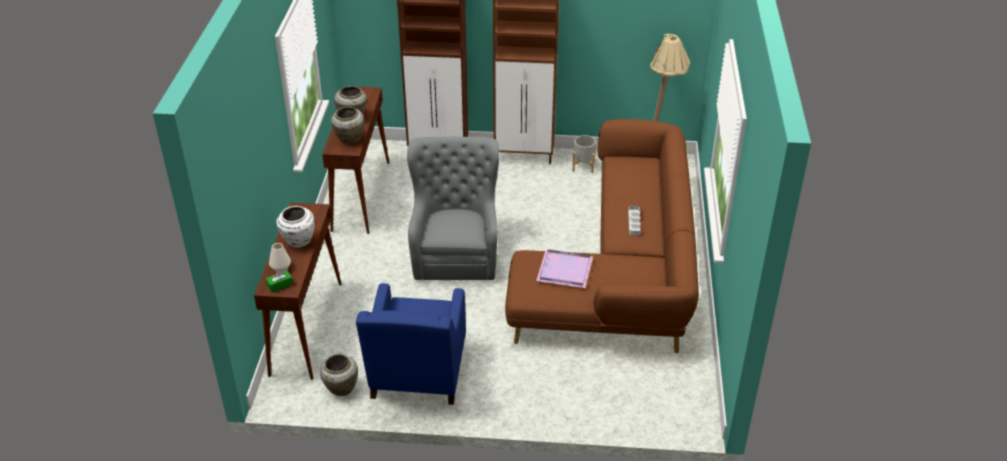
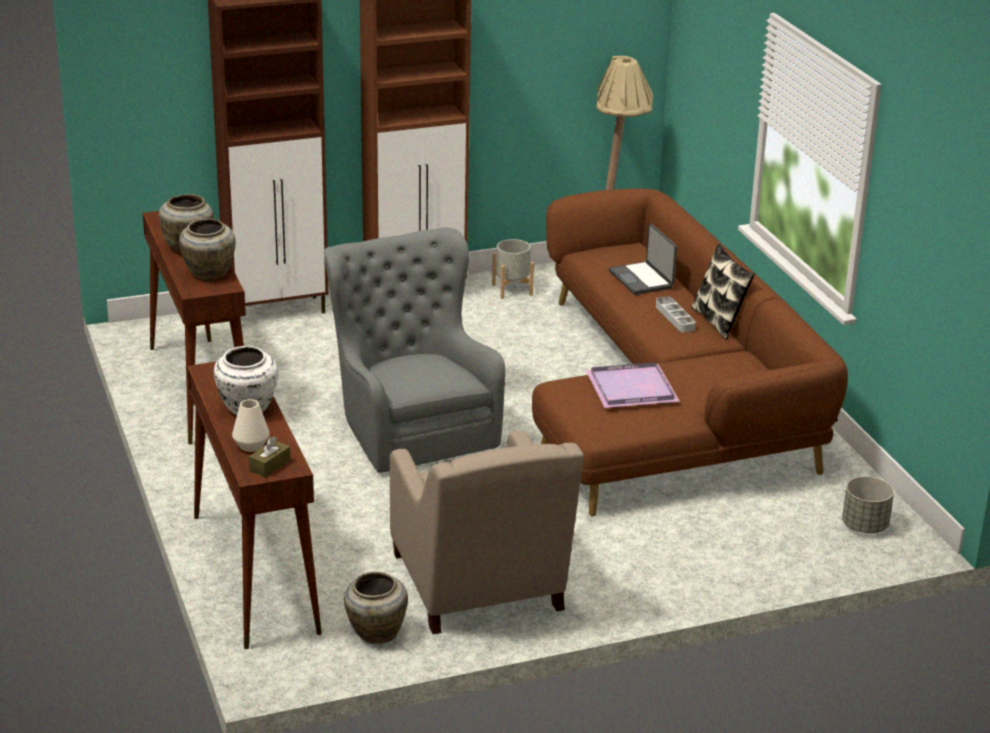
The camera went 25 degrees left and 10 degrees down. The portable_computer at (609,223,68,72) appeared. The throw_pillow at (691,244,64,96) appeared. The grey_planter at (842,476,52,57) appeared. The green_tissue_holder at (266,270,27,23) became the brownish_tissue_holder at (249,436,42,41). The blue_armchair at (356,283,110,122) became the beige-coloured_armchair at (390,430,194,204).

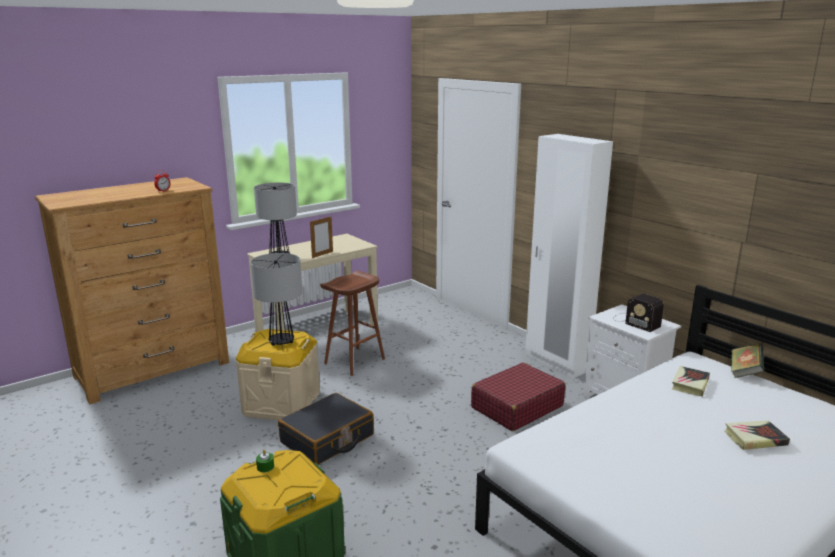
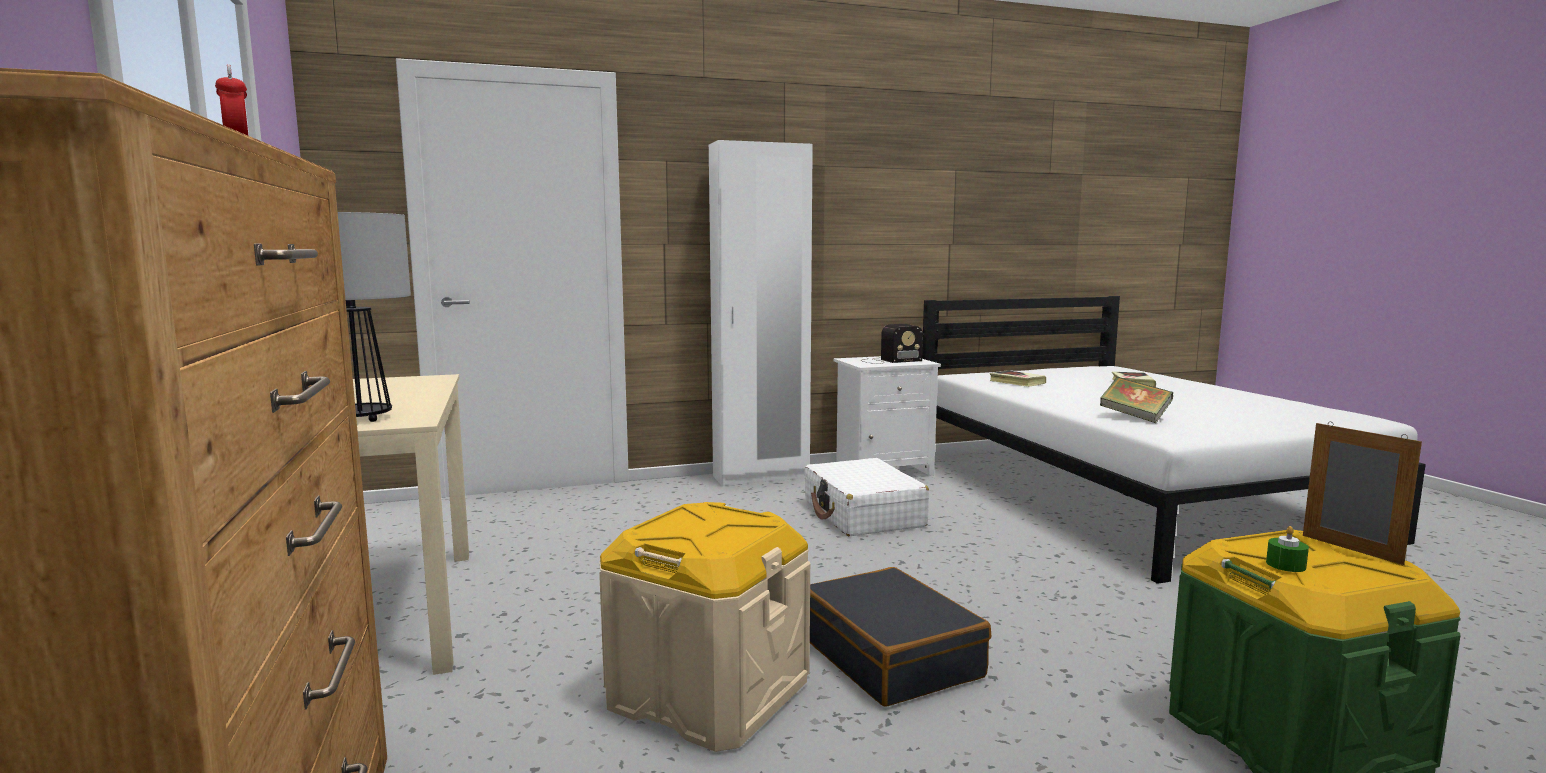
The camera went 70 degrees left and 10 degrees down. The table_lamp at (250,253,52,93) disappeared. The brownish_sitting_stool at (320,271,65,105) disappeared. The standing_frame moved from (310,216,23,42) to (1303,422,119,143). The book moved from (731,344,33,34) to (1100,377,73,46). The red_piece_of_luggage at (471,363,95,68) became the whitish_piece_of_luggage at (804,458,126,78).

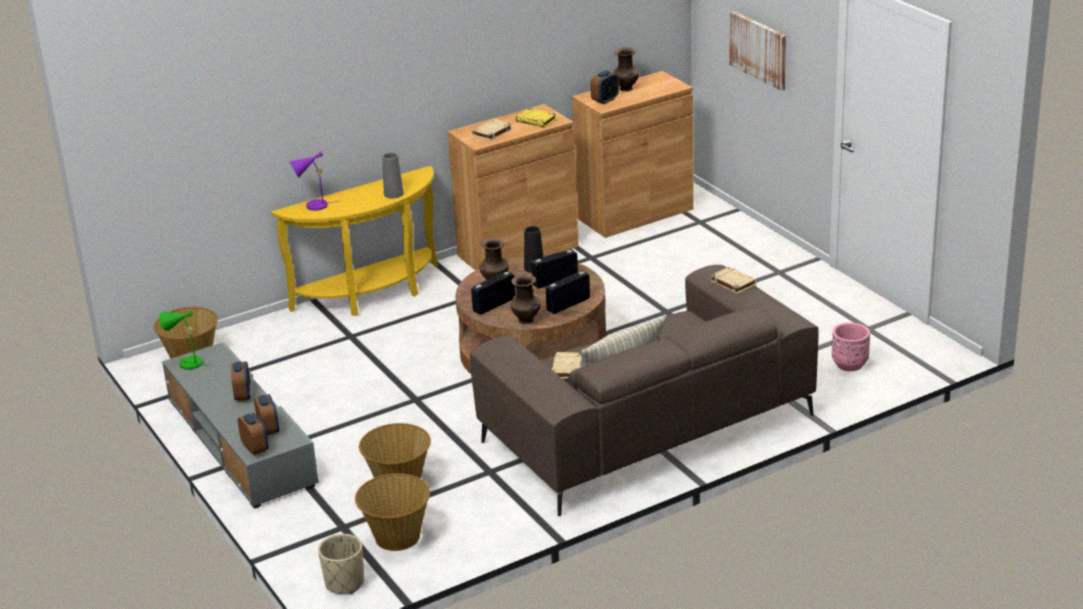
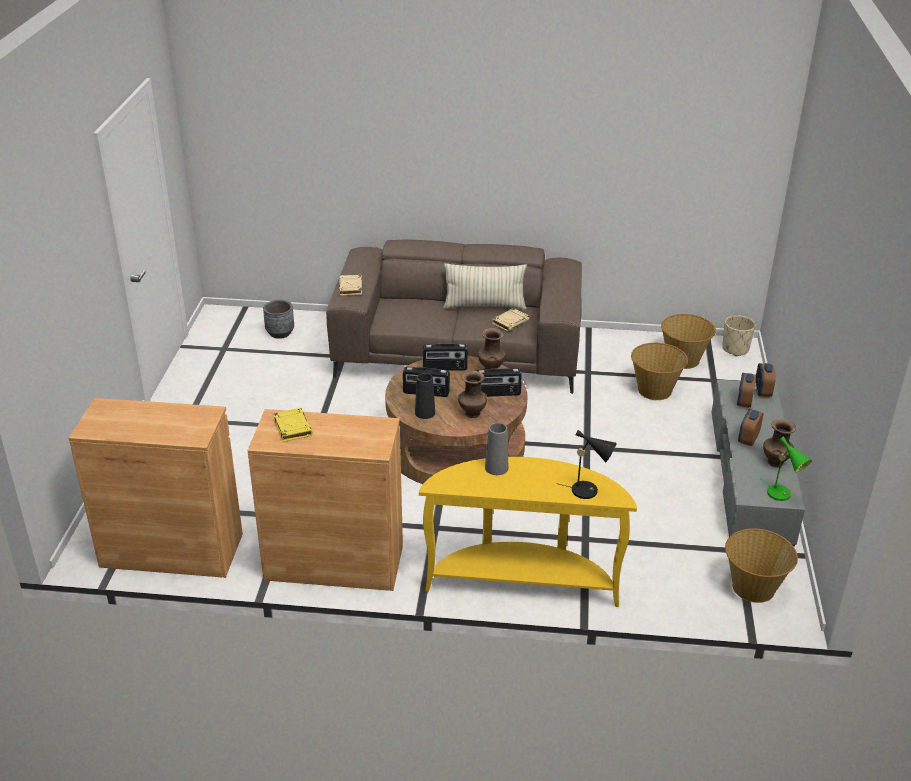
The camera went 145 degrees left and 5 degrees up. The beige-coloured_book at (472,119,40,22) disappeared. The table_clock at (590,70,29,34) disappeared. The wall_art at (730,11,56,80) disappeared. The brownish_flower_vase moved from (613,47,26,44) to (763,419,33,48). The purplish_table_lamp at (290,151,48,60) became the black_table_lamp at (559,430,58,69). The pink_planter at (832,322,38,49) became the grey_planter at (263,300,31,39).

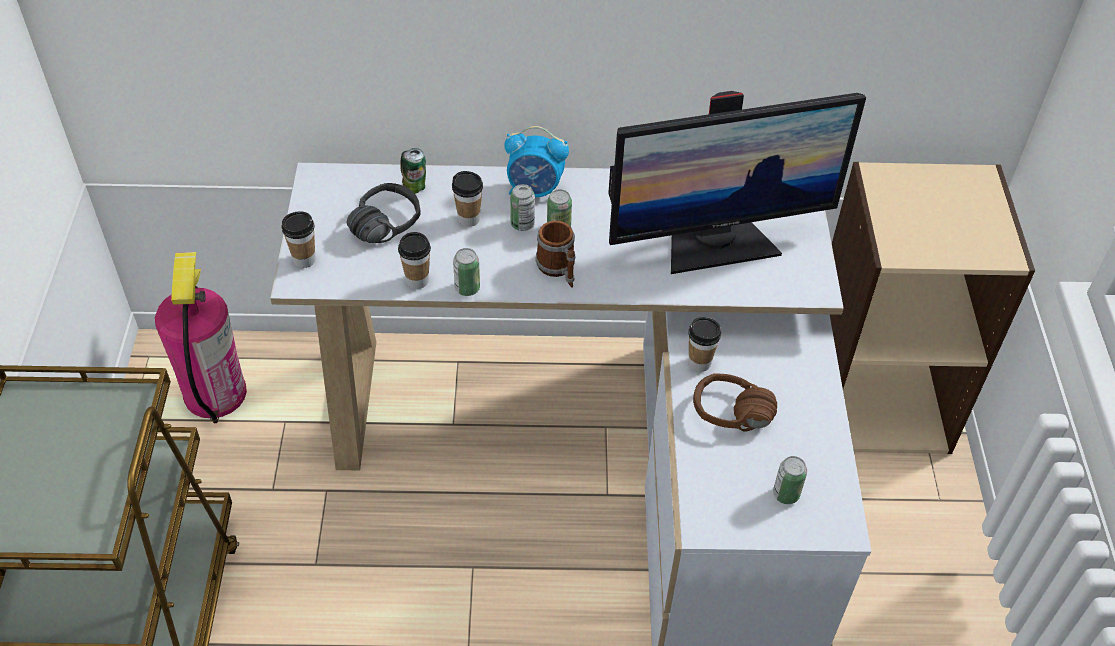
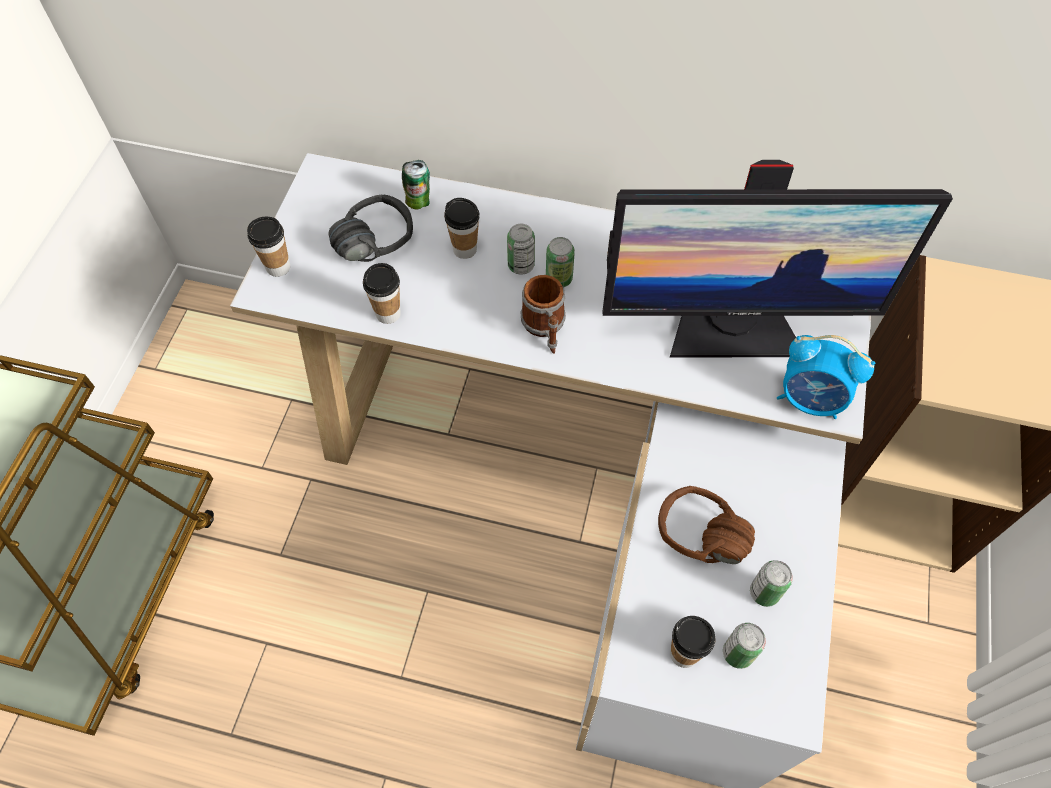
The camera went 15 degrees right and 10 degrees up. The fire_extinguisher at (155,252,92,171) disappeared. The sealed_can moved from (453,248,27,48) to (750,561,43,46). The table_clock moved from (504,126,65,72) to (777,335,98,84). The drinking_cup moved from (688,317,33,55) to (670,616,46,52).

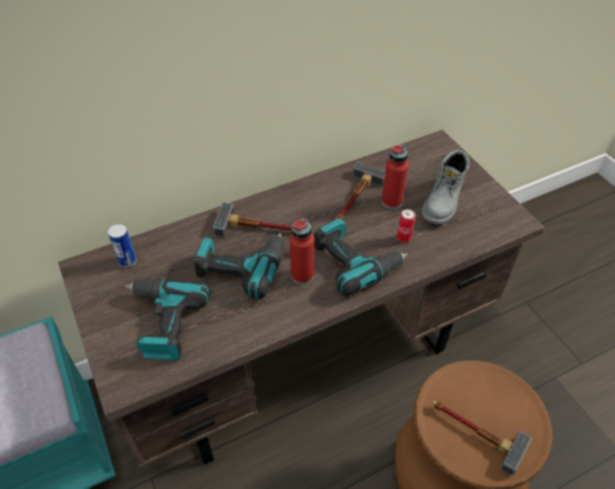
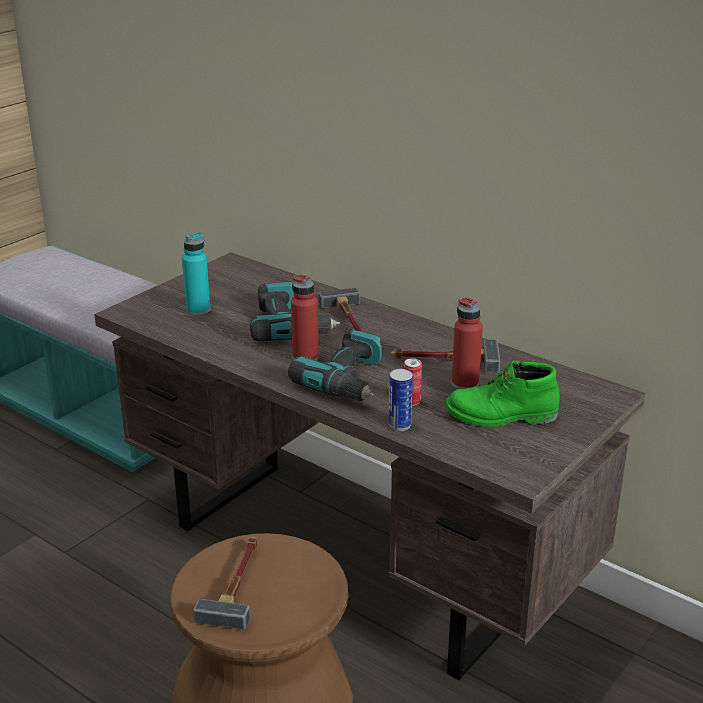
The camera went 65 degrees right and 20 degrees down. The sealed_can moved from (108,224,29,44) to (389,369,24,62). The drill at (125,278,86,83) was replaced by the turquoise-coloured_drink_bottle at (182,232,28,83). The grey_boot at (422,150,48,74) became the green_boot at (445,361,115,66).

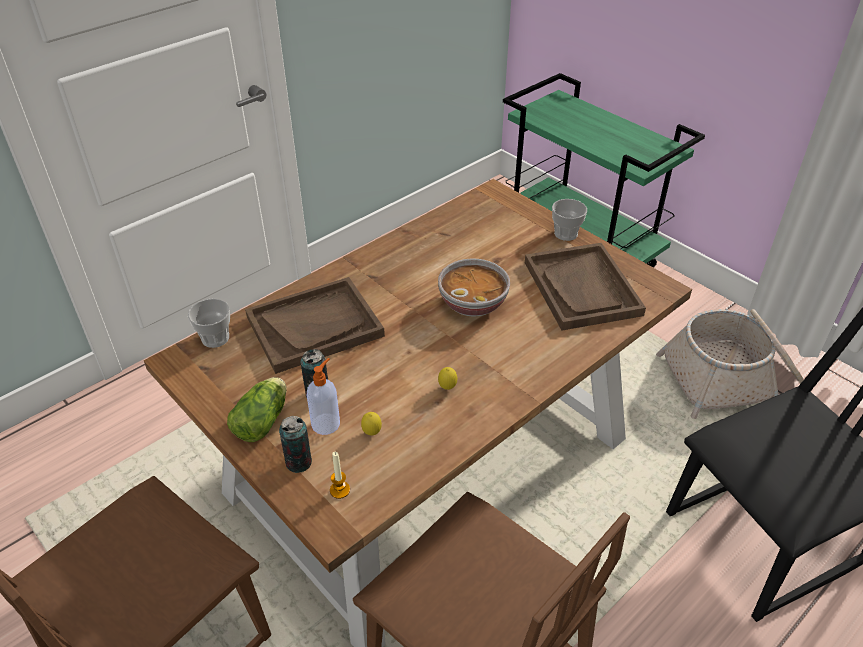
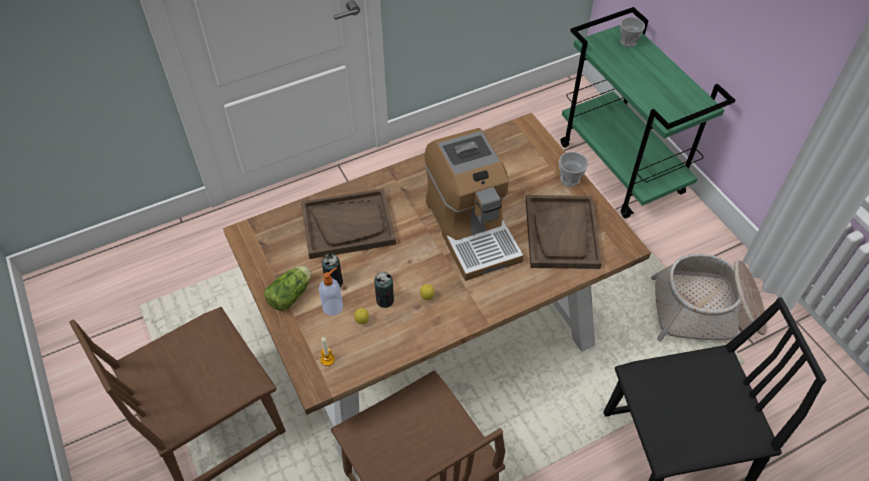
The camera went 15 degrees right and 10 degrees up. The drinking_cup moved from (188,298,42,50) to (620,17,25,30). The sealed_can moved from (279,416,33,57) to (374,272,20,36). The bowl at (438,259,72,58) was replaced by the coffee_machine at (425,128,99,153).

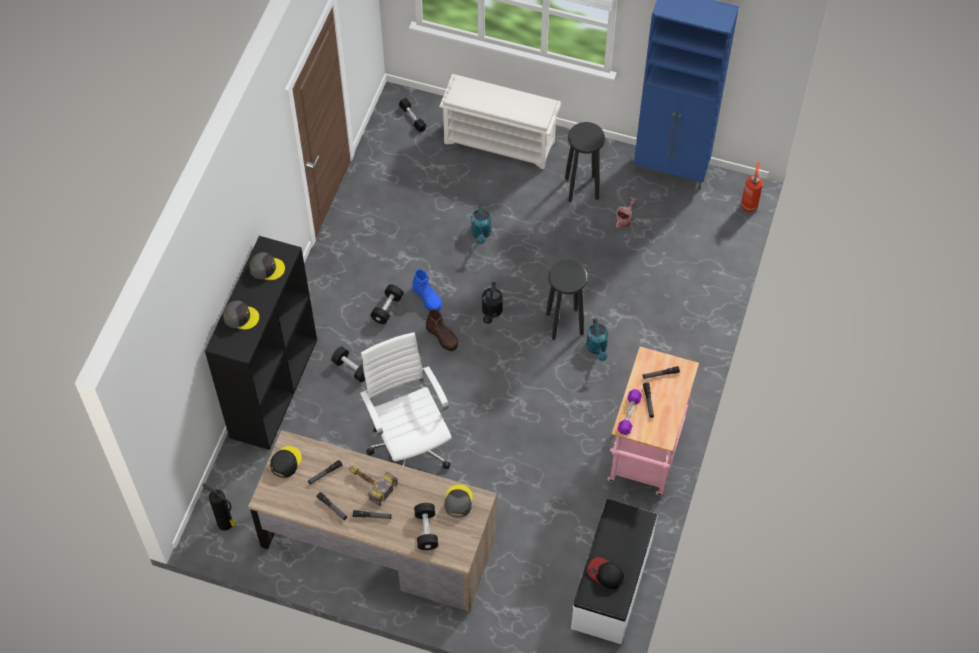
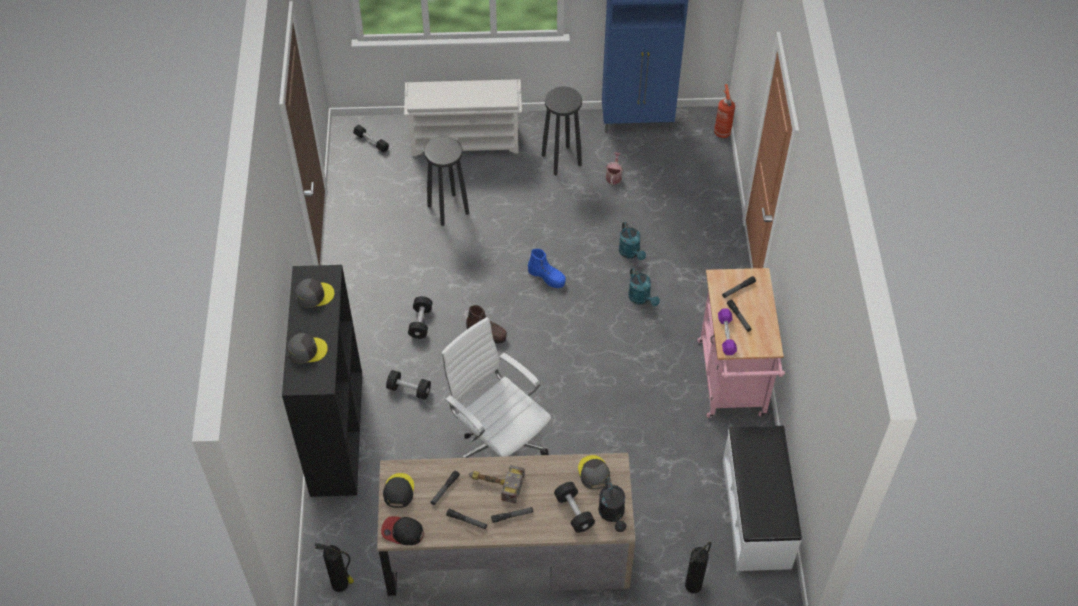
The camera went 20 degrees left and 5 degrees down. The fire_extinguisher at (685,542,26,51) appeared. The blue_boot moved from (413,269,29,42) to (528,249,38,39). The turquoise-coloured_watering_pot moved from (471,204,20,40) to (619,222,27,38). The black_watering_pot moved from (482,282,21,42) to (598,477,28,55). The black_sitting_stool moved from (546,260,41,80) to (424,136,45,90). The baseball_cap moved from (587,557,37,32) to (381,516,43,29).

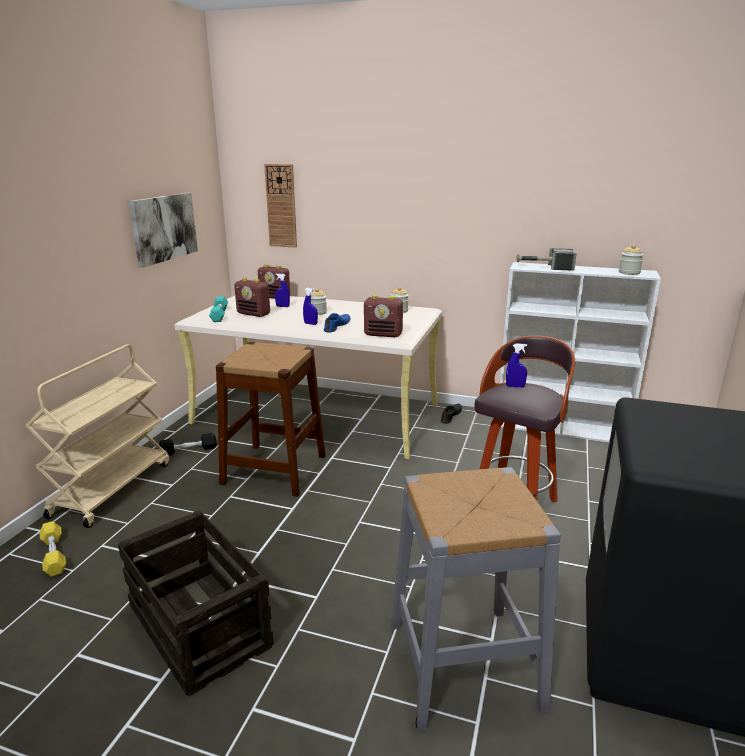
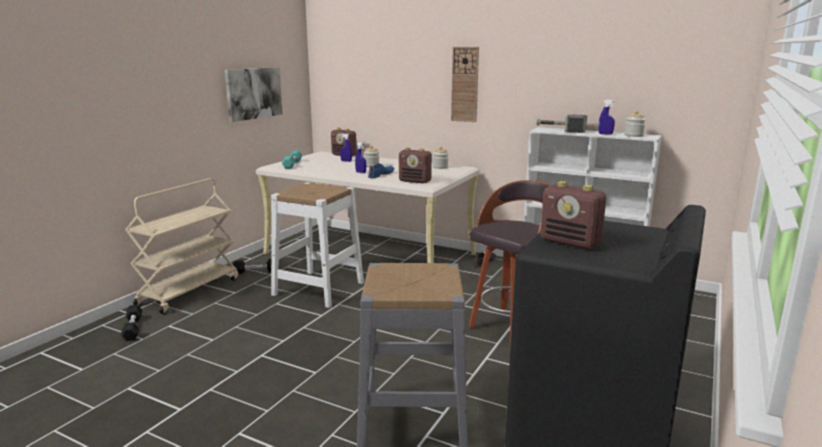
The camera went 10 degrees right and 5 degrees down. The shipping_crate at (118,510,156,187) disappeared. The radio_set moved from (234,278,36,39) to (541,181,65,68). The hanging_clock moved from (264,164,33,84) to (451,47,28,75). The blue_sprayer moved from (506,343,21,45) to (598,100,17,35). The yellow-coloured_free_weight at (39,521,27,56) became the black_free_weight at (121,305,22,36). The brownish_sitting_stool at (216,342,110,155) became the whitish_sitting_stool at (271,182,93,126).

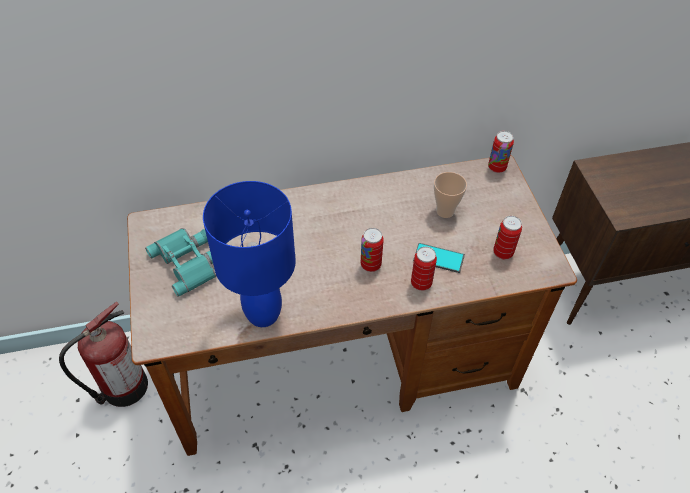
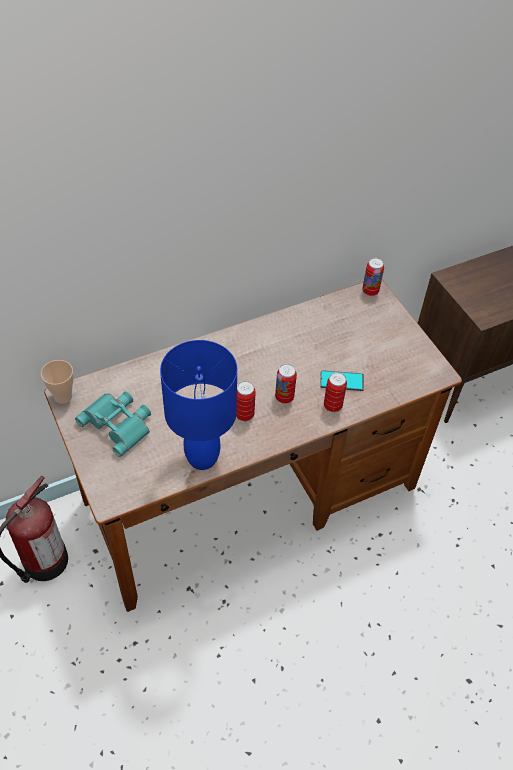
The camera went 15 degrees left and 0 degrees up. The drinking_cup moved from (434,172,33,46) to (41,360,33,44). The sealed_can moved from (493,216,29,43) to (236,381,20,40).

